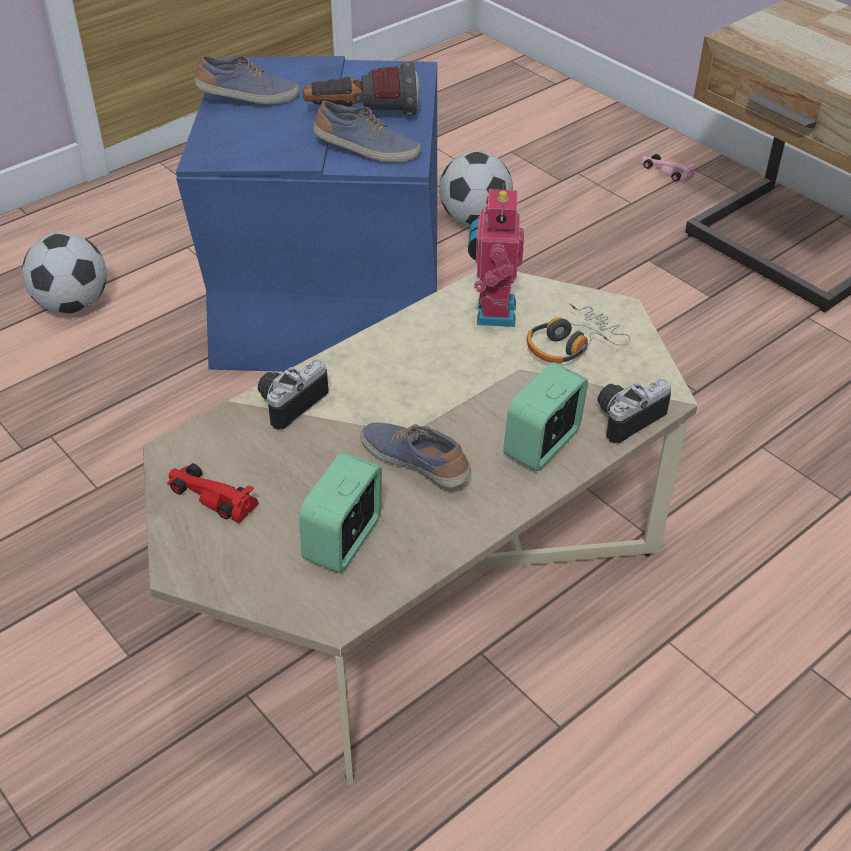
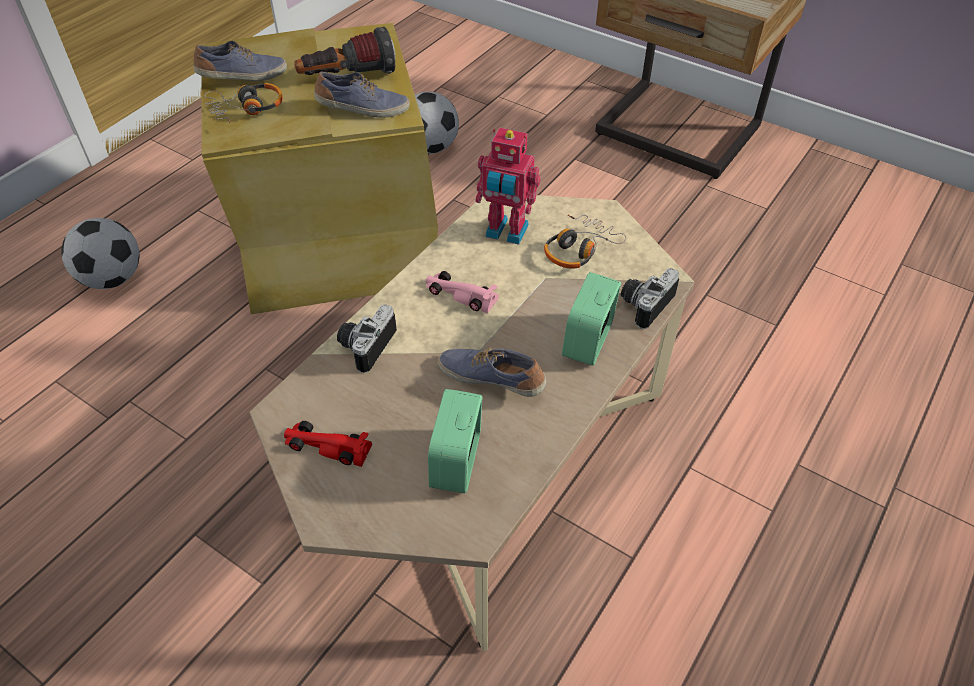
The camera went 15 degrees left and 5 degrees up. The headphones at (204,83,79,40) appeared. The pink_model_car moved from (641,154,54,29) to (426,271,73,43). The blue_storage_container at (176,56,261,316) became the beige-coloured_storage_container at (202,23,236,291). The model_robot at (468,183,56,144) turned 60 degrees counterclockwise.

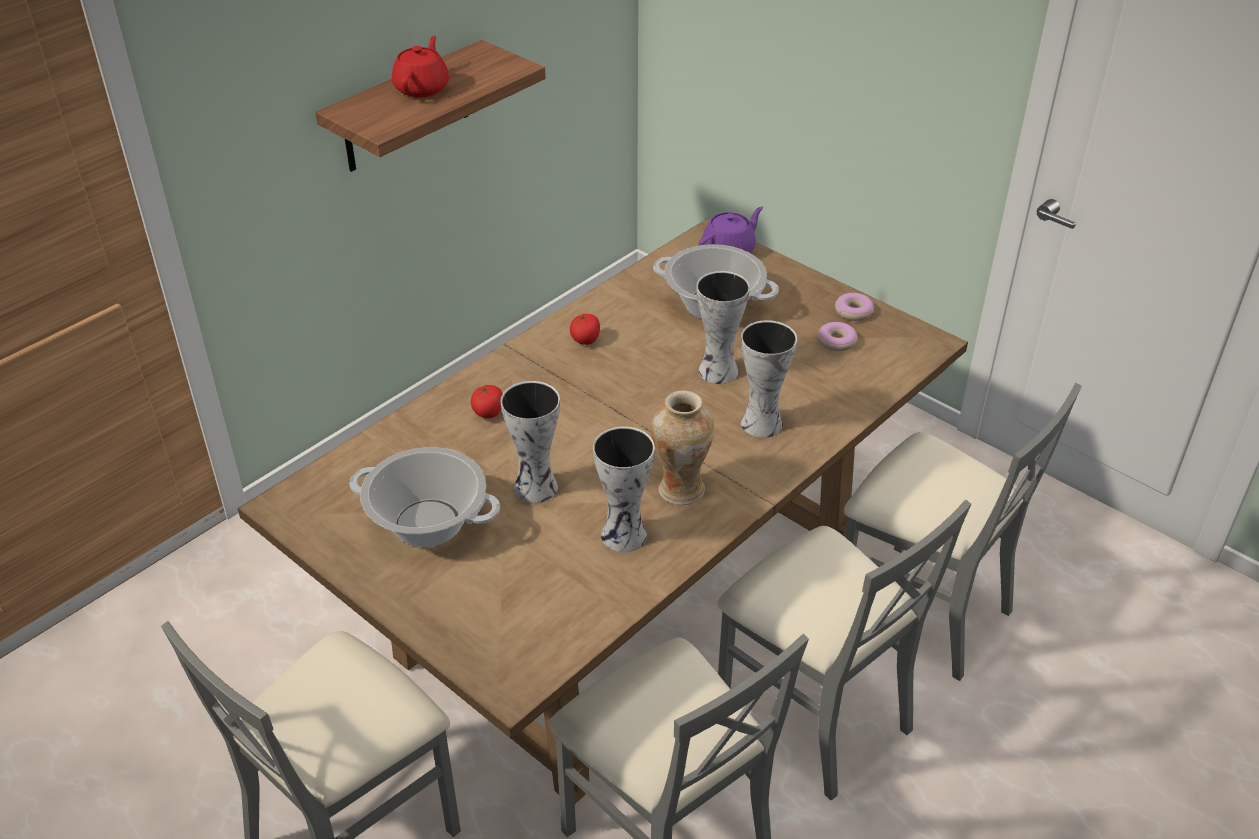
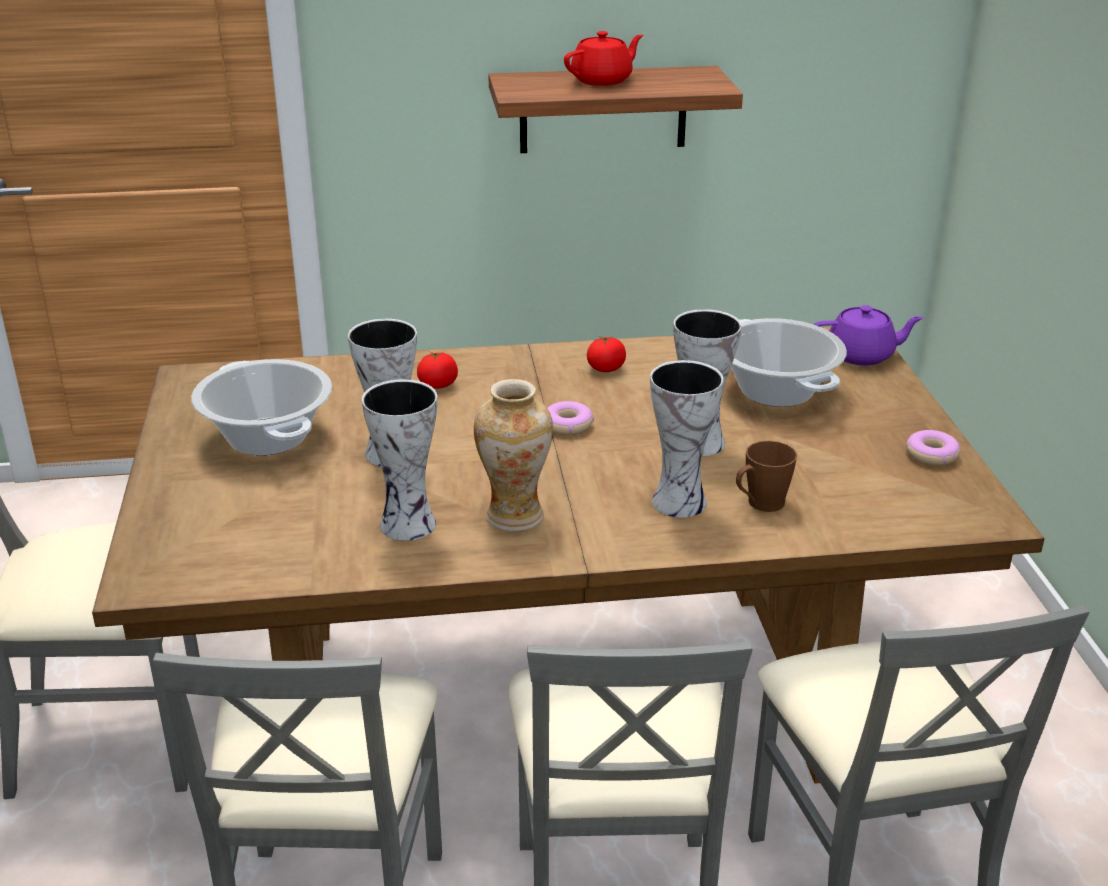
The camera went 40 degrees right and 10 degrees down. The brownish_tea_mug at (736,441,61,71) appeared. The ring_doughnut moved from (818,322,39,29) to (547,401,47,34).

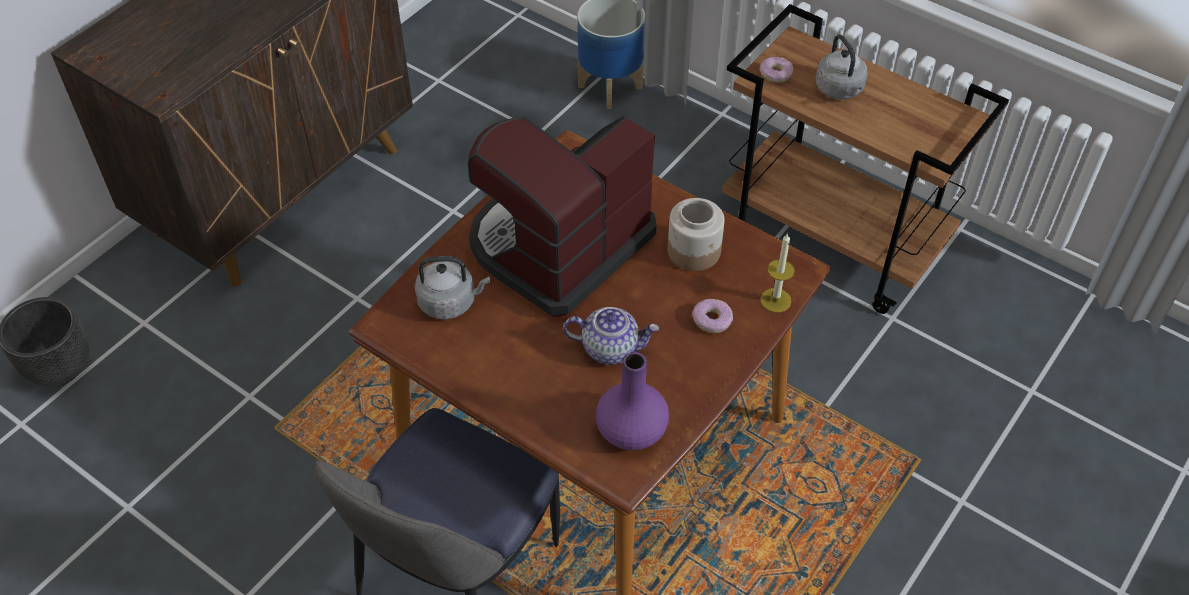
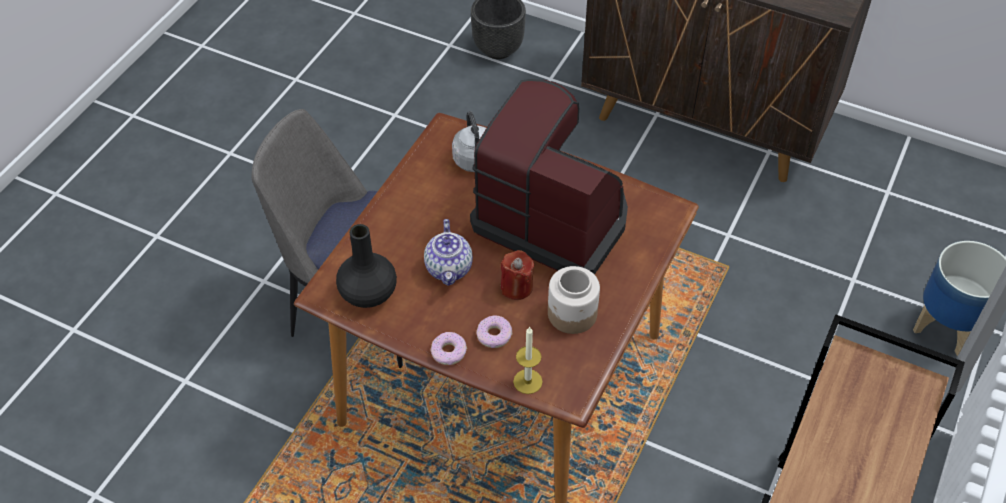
The camera went 80 degrees right and 0 degrees up. The grey_tea_kettle at (816,34,51,65) disappeared. The red_wax_light at (501,250,33,50) appeared. The ring_doughnut moved from (760,57,34,26) to (431,332,36,33). The purplish_flower_vase at (596,352,73,98) became the black_flower_vase at (336,224,61,84).

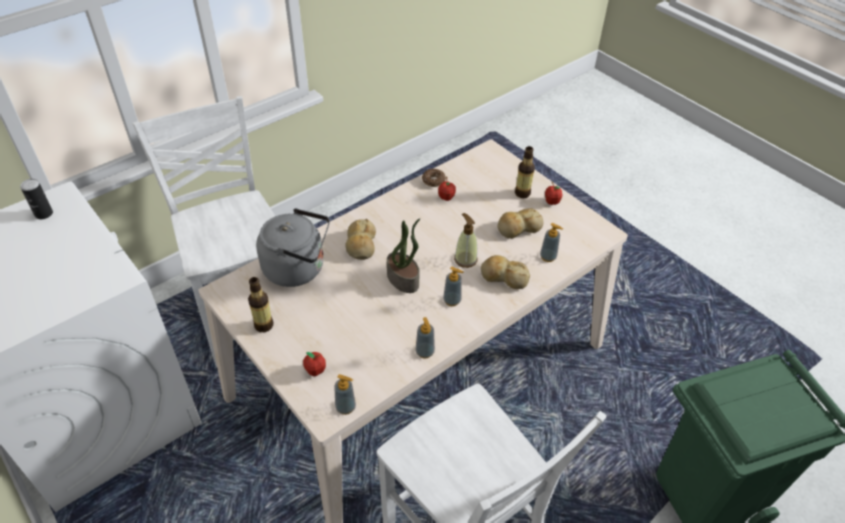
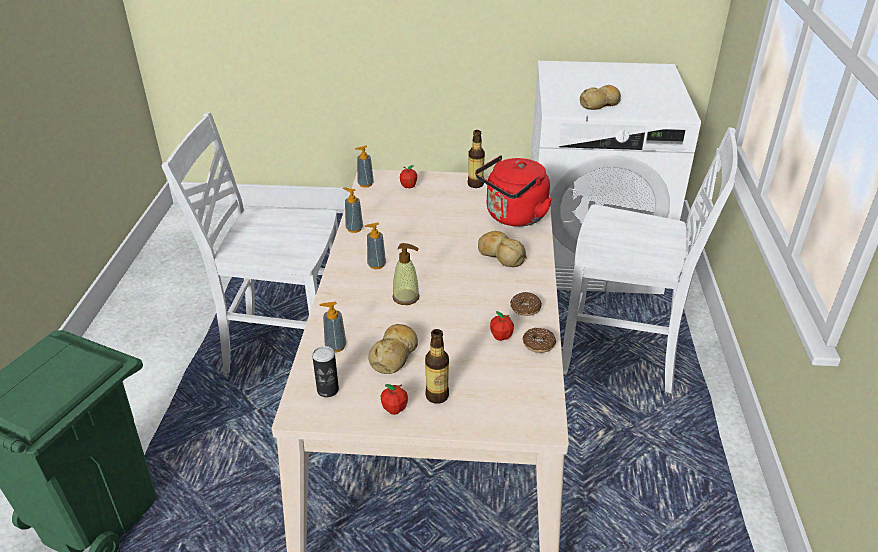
The camera went 135 degrees right and 10 degrees down. The plant_in_a_pot at (387,218,33,75) disappeared. The ring_doughnut at (510,292,32,24) appeared. The sealed_can moved from (20,179,33,40) to (312,346,27,51). The baked_bread moved from (481,255,49,34) to (580,85,41,25). The grey_tea_kettle at (256,208,74,79) became the red_tea_kettle at (475,155,77,72).

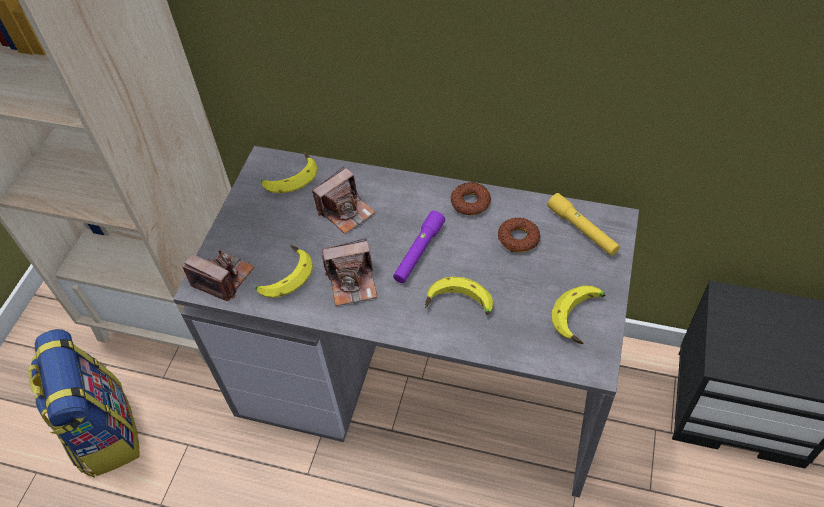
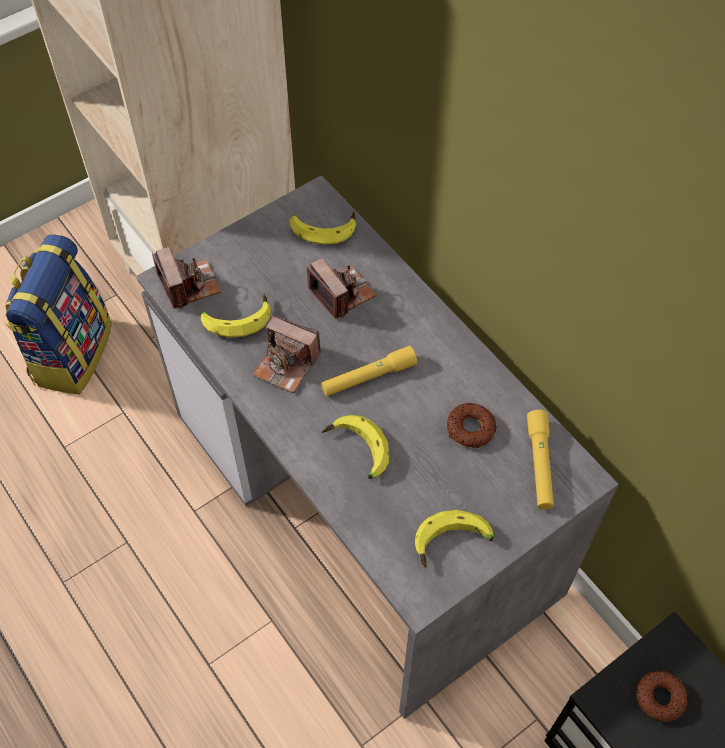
The camera went 35 degrees right and 5 degrees up. The ring_doughnut moved from (451,182,40,33) to (636,671,52,51). The purplish_torch at (393,211,52,72) became the yellow-coloured_torch at (321,346,96,50). The photo_camera at (312,166,63,68) turned 120 degrees counterclockwise.

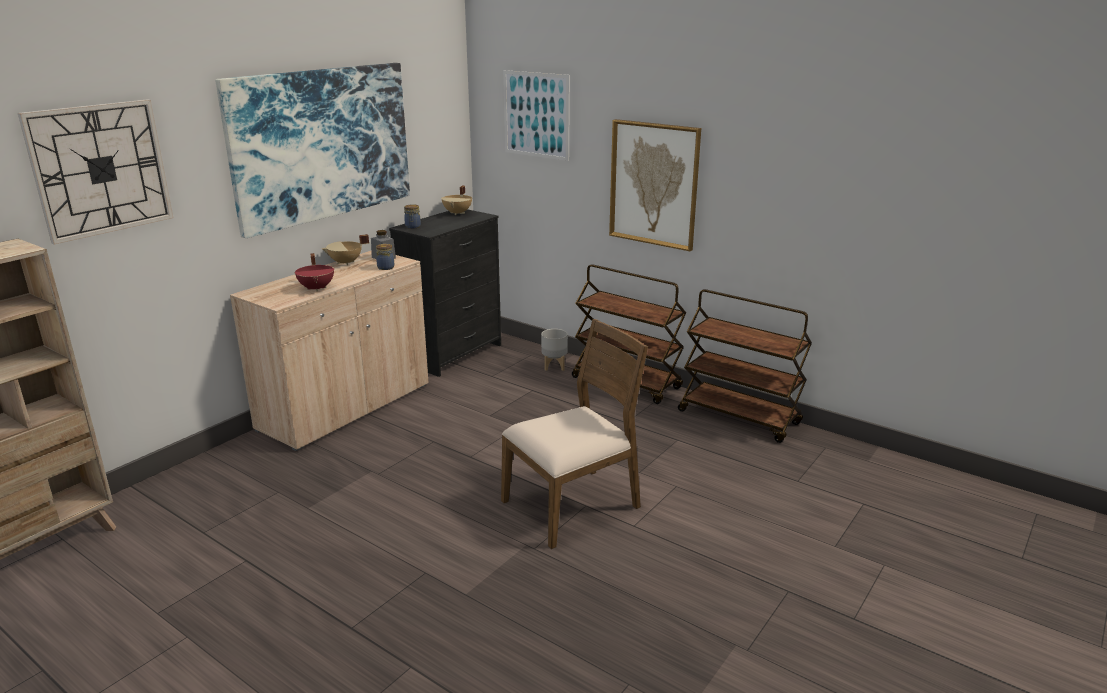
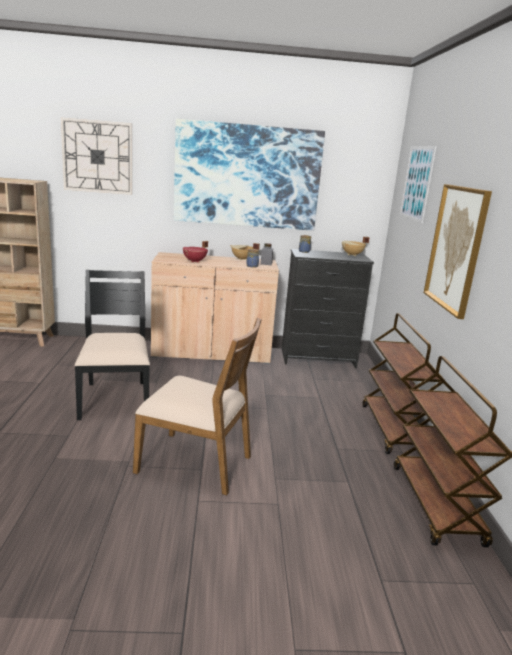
The camera went 50 degrees right and 5 degrees down. The grey_planter at (541,329,27,42) disappeared. The black_plain_chair at (75,270,75,150) appeared.

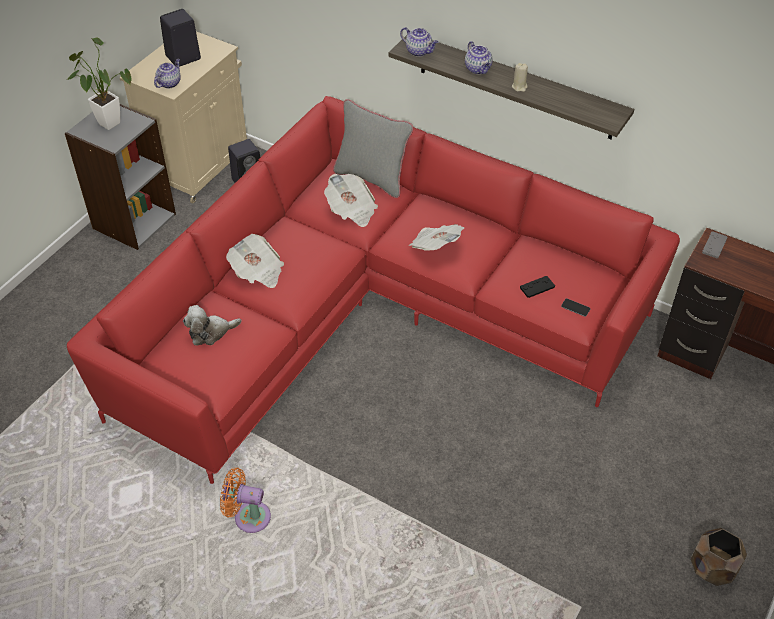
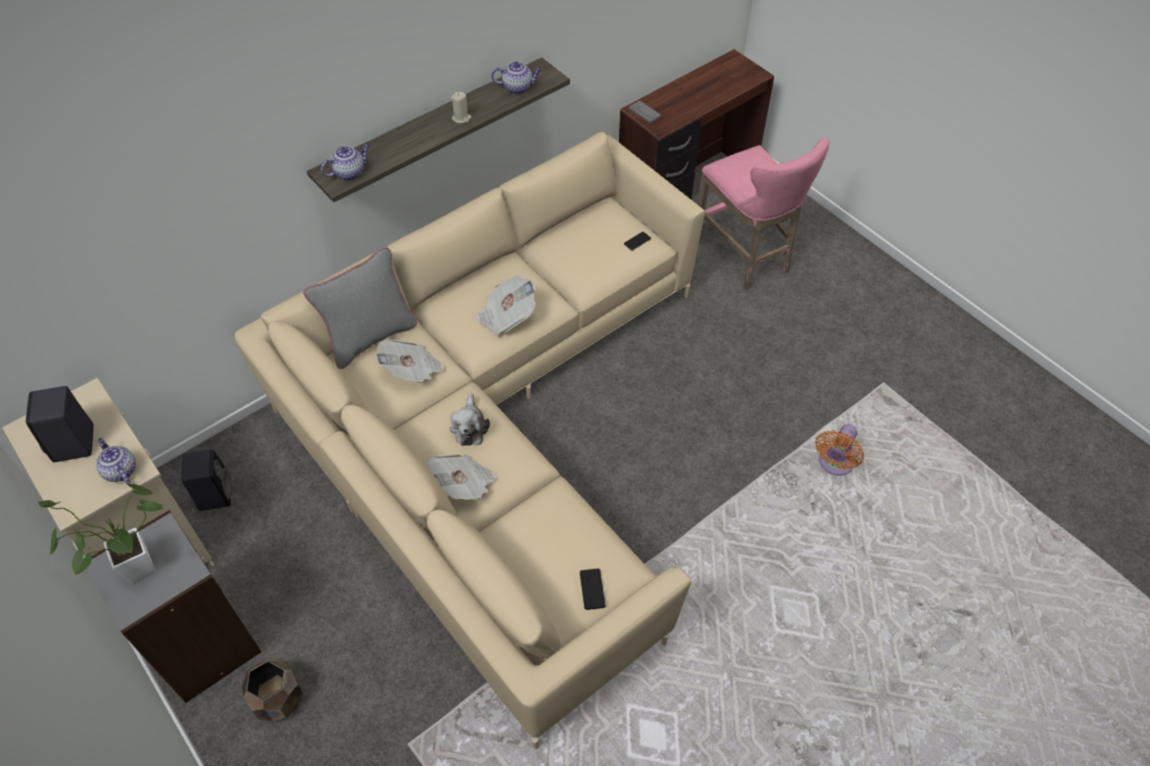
The camera went 70 degrees left and 5 degrees up. The pink_sitting_stool at (697,138,132,152) appeared. The cuddly_toy moved from (183,305,59,40) to (450,393,40,53). The orange-coloured_fan moved from (220,467,51,66) to (815,424,49,52). The tea_pot moved from (465,41,28,33) to (491,61,51,33). The black_game_controller moved from (520,276,35,22) to (580,568,25,42). The brownish_planter moved from (691,528,56,58) to (241,658,62,64). The red_settee at (67,96,613,388) became the beige-coloured_settee at (235,132,470,617).

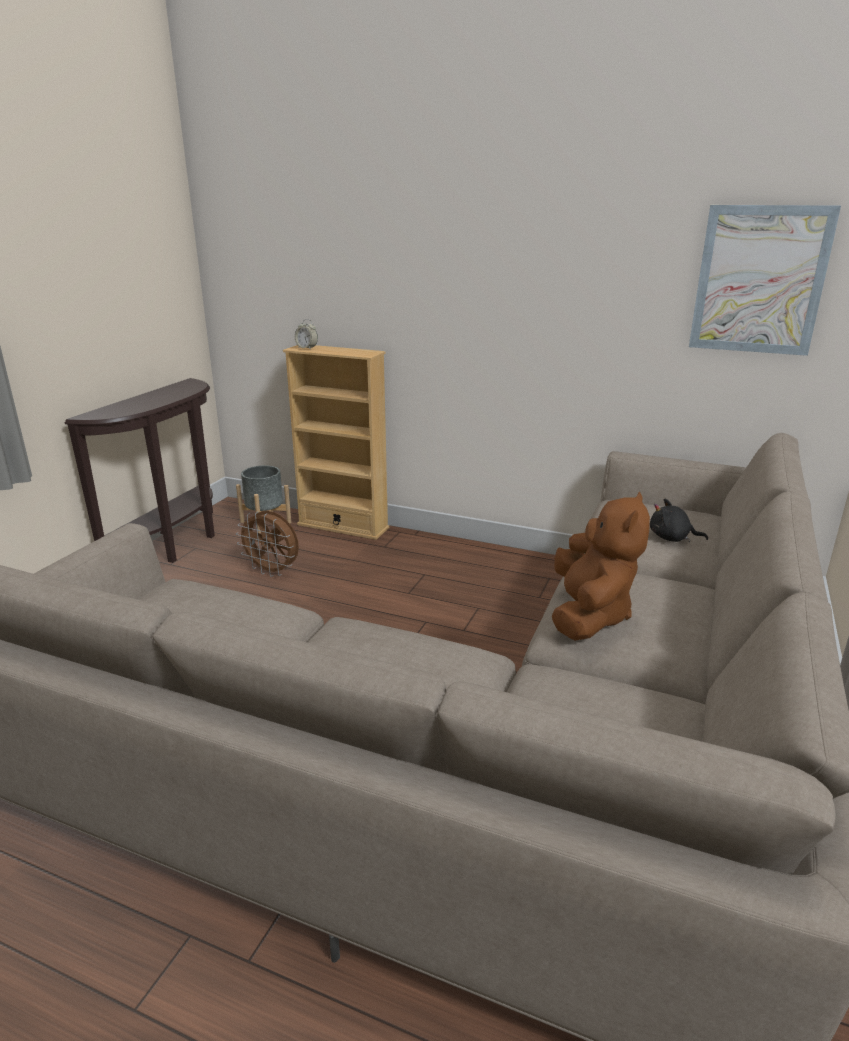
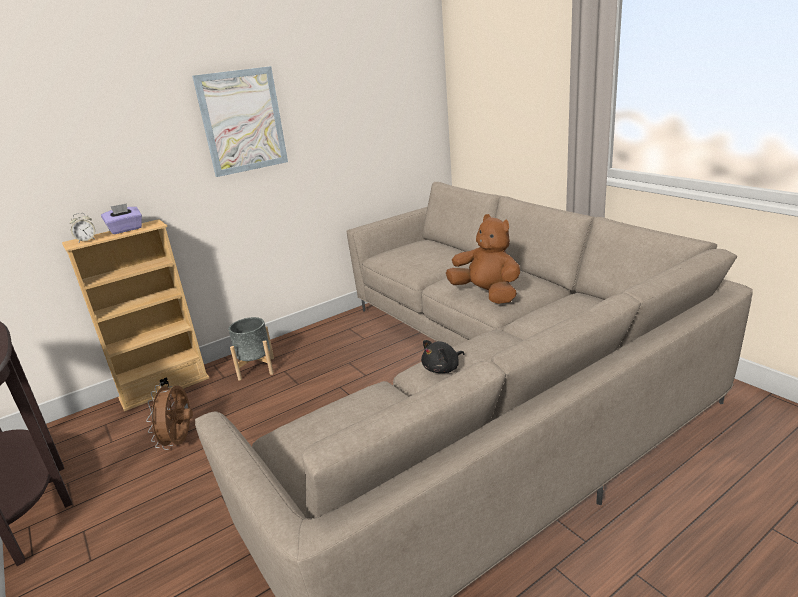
The camera went 55 degrees left and 0 degrees up. The purplish_tissue_holder at (101,203,41,31) appeared. The grey_planter moved from (236,465,55,68) to (229,317,45,64). The black_cuddly_toy moved from (650,499,58,43) to (421,340,43,33). The wall_art moved from (689,205,152,151) to (192,66,96,111). The brownish_fan at (236,511,63,66) turned 120 degrees clockwise.

